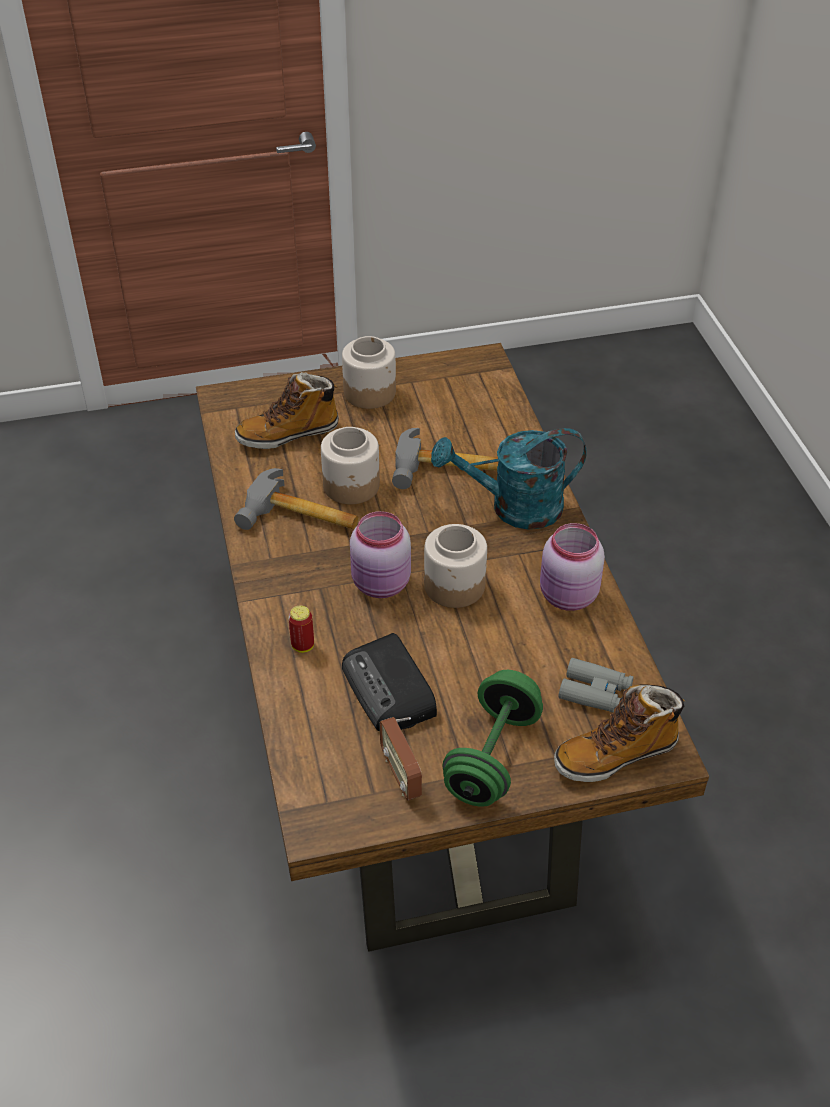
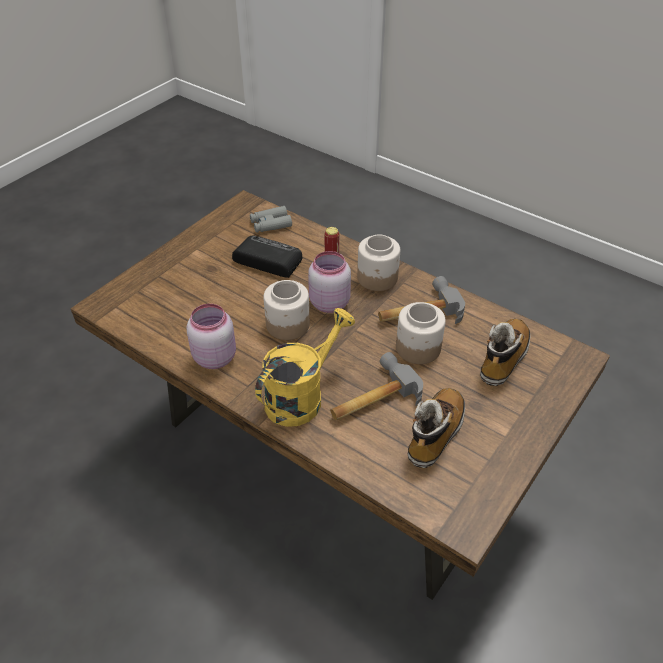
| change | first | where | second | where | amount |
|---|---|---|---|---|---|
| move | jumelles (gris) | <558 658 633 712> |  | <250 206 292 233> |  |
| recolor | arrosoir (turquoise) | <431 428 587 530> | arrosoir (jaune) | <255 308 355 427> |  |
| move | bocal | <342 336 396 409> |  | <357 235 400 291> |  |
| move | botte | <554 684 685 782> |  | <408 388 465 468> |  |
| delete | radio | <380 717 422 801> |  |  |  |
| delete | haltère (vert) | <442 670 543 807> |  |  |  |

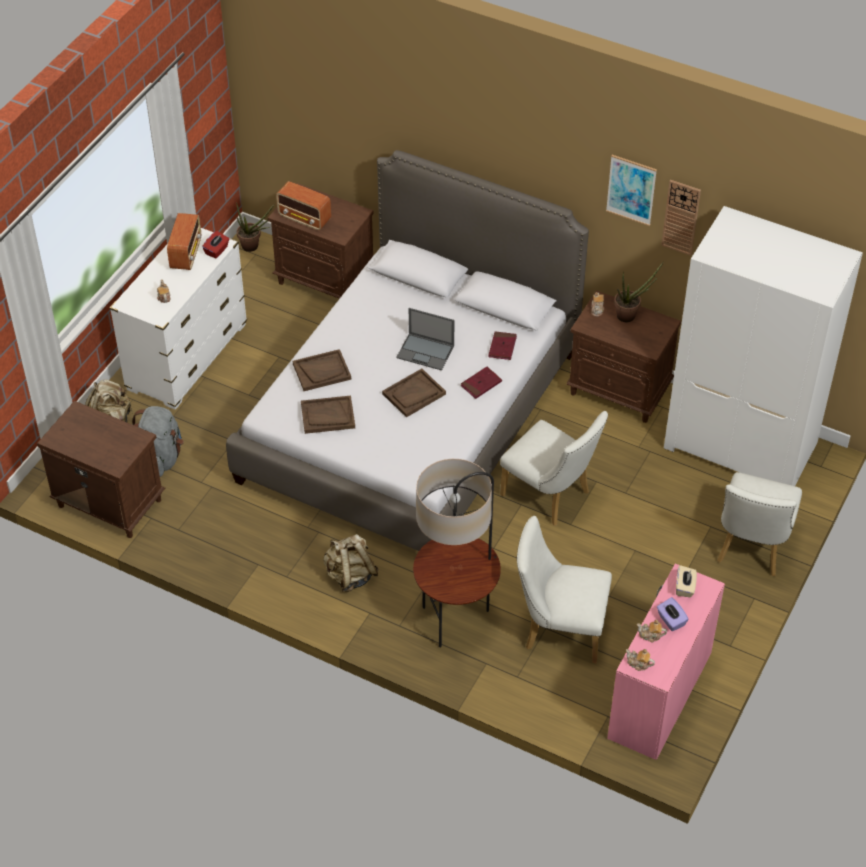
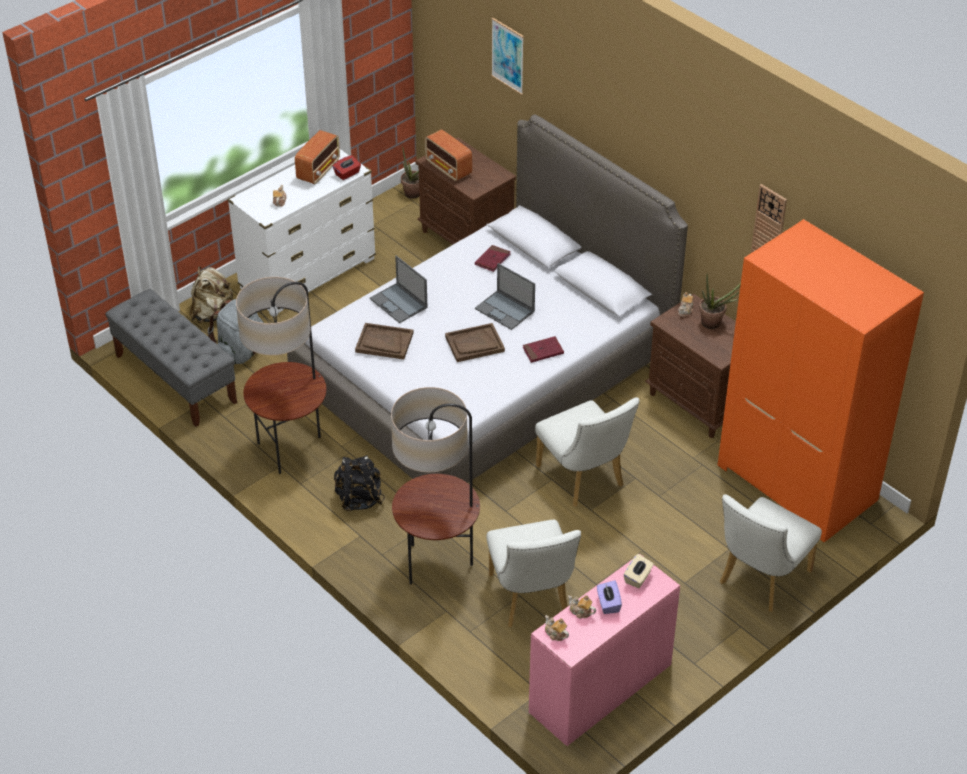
| change | first | where | second | where | amount |
|---|---|---|---|---|---|
| replace | table de chevet (marron) | <37 401 165 538> | banc (gris) | <105 289 237 427> |  |
| insert |  |  | lampadaire | <236 277 327 474> |  |
| recolor | sac à dos (beige) | <323 534 378 592> | sac à dos (noir) | <334 455 385 511> |  |
| replace | plateau (marron) | <293 349 351 391> | ordinateur portable | <370 256 428 323> |  |
| move | livre (rouge) | <488 331 517 360> |  | <475 245 511 272> |  |
| rotate | chaise (blanc) | <517 516 612 663> |  | <486 520 581 627> | 135 degrees counterclockwise |
| move | tableau | <606 155 657 226> |  | <491 18 524 95> |  |
| recolor | armoire (blanc) | <664 206 863 486> | armoire (orange) | <718 219 924 542> |  |

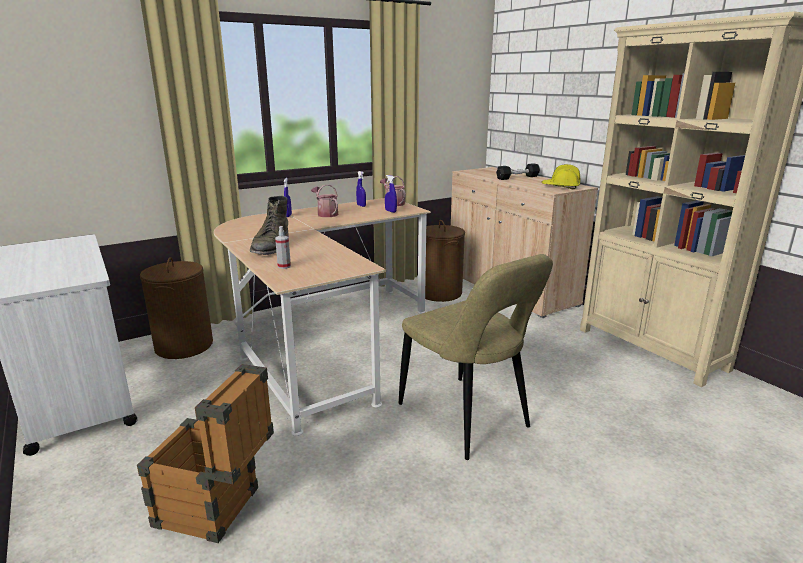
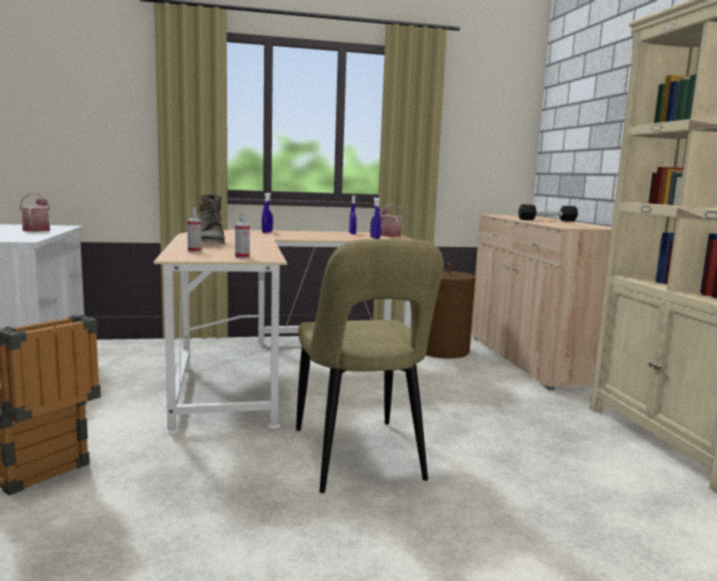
| change | first | where | second | where | amount |
|---|---|---|---|---|---|
| move | arrosoir | <311 184 338 217> |  | <19 194 50 232> |  |
| rotate | botte (vert) | <250 196 288 255> |  | <198 195 225 244> | 45 degrees counterclockwise |
| insert |  |  | vaporisateur | <235 212 250 259> |  |
| delete | panier à linge (marron) | <140 257 213 359> |  |  |  |
| delete | casque de chantier (jaune) | <542 164 580 190> |  |  |  |

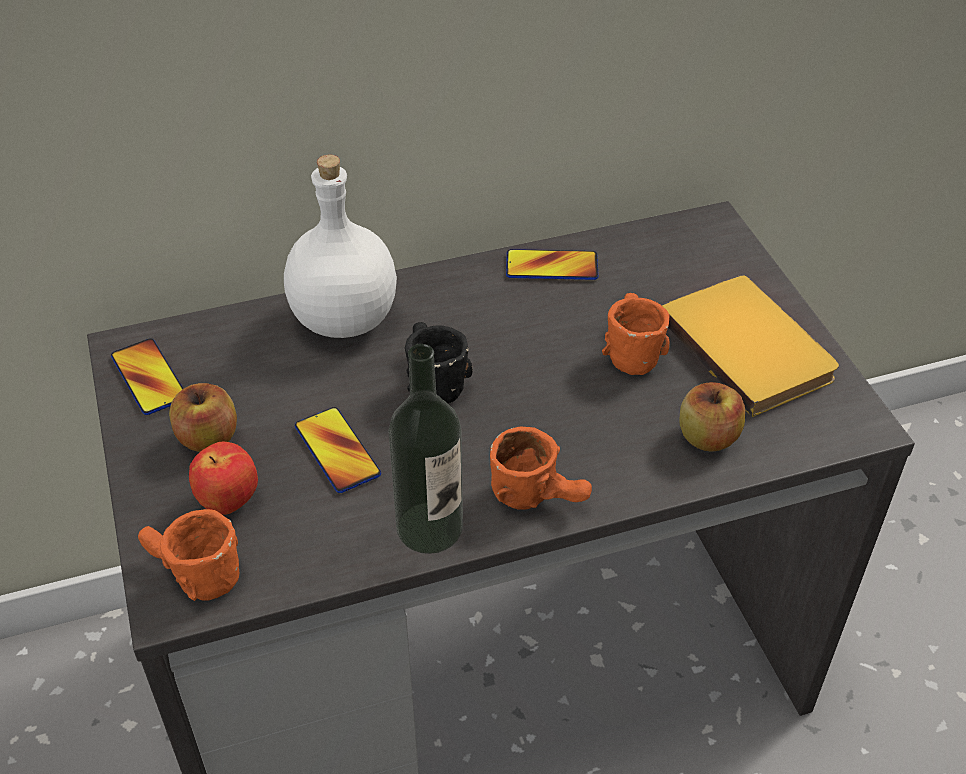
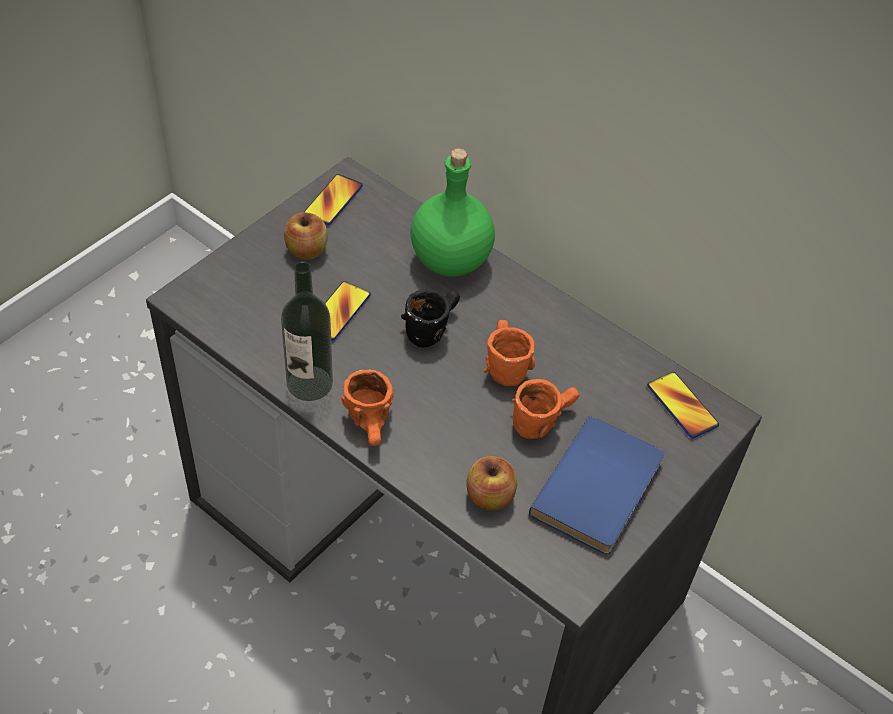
| change | first | where | second | where | amount |
|---|---|---|---|---|---|
| recolor | bouteille (blanc) | <284 155 397 338> | bouteille (vert) | <410 148 495 277> |  |
| move | mug (orange) | <138 509 239 601> |  | <484 320 535 386> |  |
| recolor | livre (jaune) | <661 275 839 417> | livre (bleu) | <529 415 664 554> |  |
| move | téléphone | <506 249 598 280> |  | <647 372 719 438> |  |
| delete | pomme | <189 442 258 515> |  |  |  |

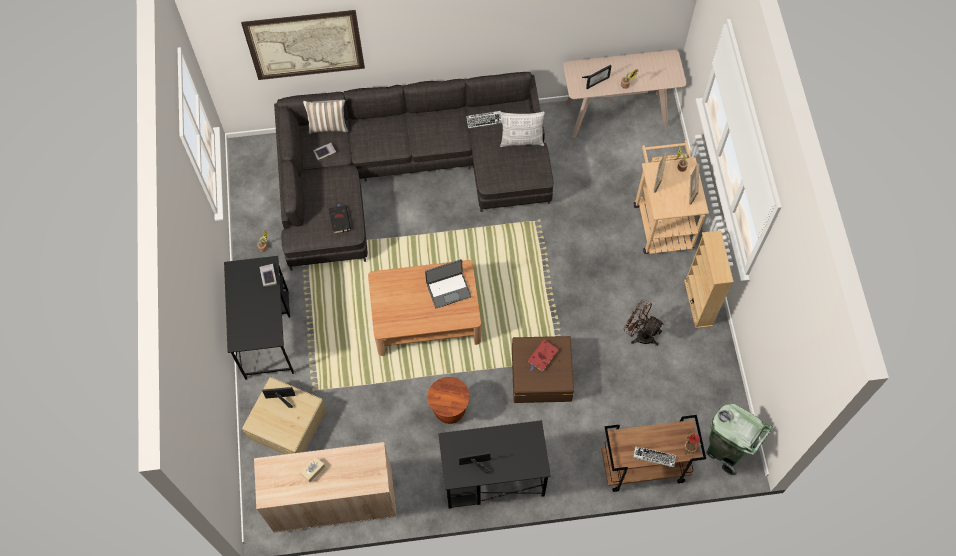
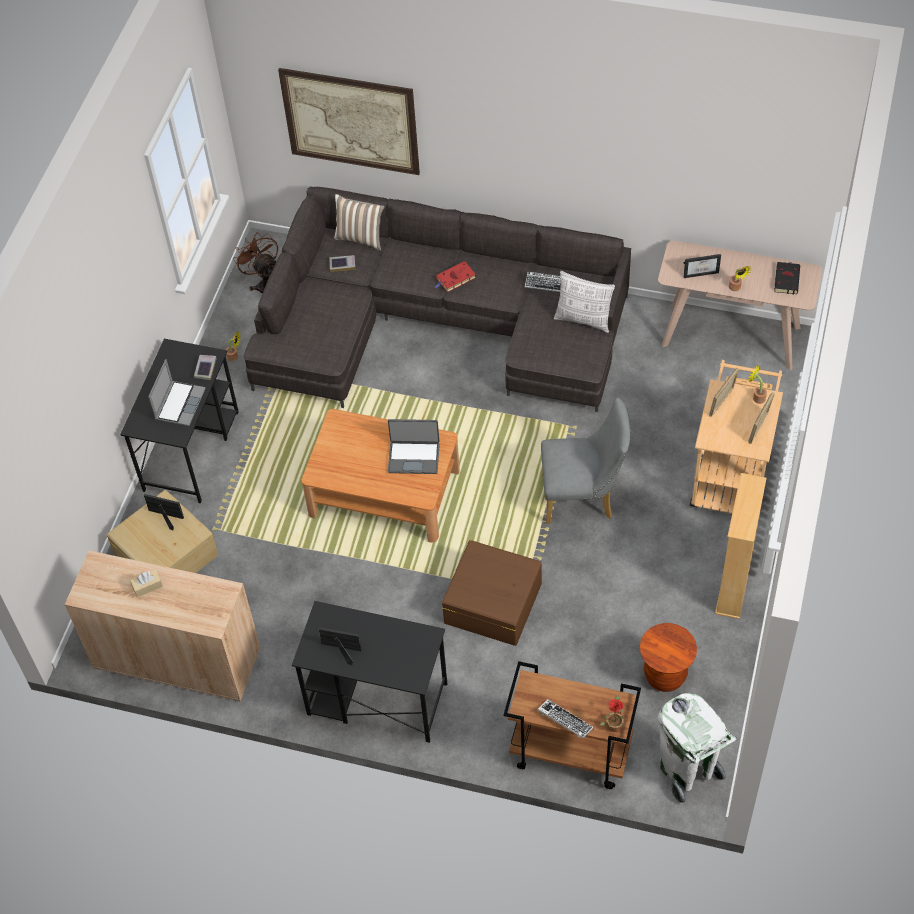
| change | first | where | second | where | amount |
|---|---|---|---|---|---|
| insert |  |  | ordinateur portable | <148 359 206 426> |  |
| move | ventilateur (marron) | <624 299 664 346> |  | <233 232 278 294> |  |
| move | livre (rouge) | <527 339 558 372> |  | <434 261 476 292> |  |
| insert |  |  | chaise (gris) | <541 398 630 524> |  |
| move | tabouret (marron) | <427 377 470 424> |  | <640 623 697 692> |  |
| recolor | poubelle (vert) | <706 404 773 476> | poubelle (blanc) | <658 693 737 804> |  |
| move | livre (noir) | <329 204 351 234> |  | <774 262 800 294> |  |

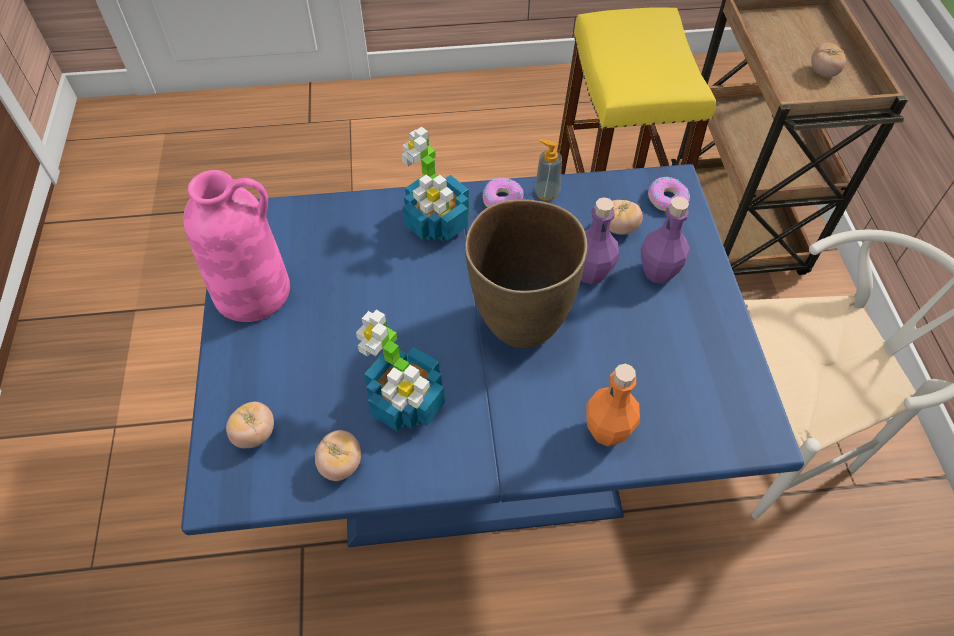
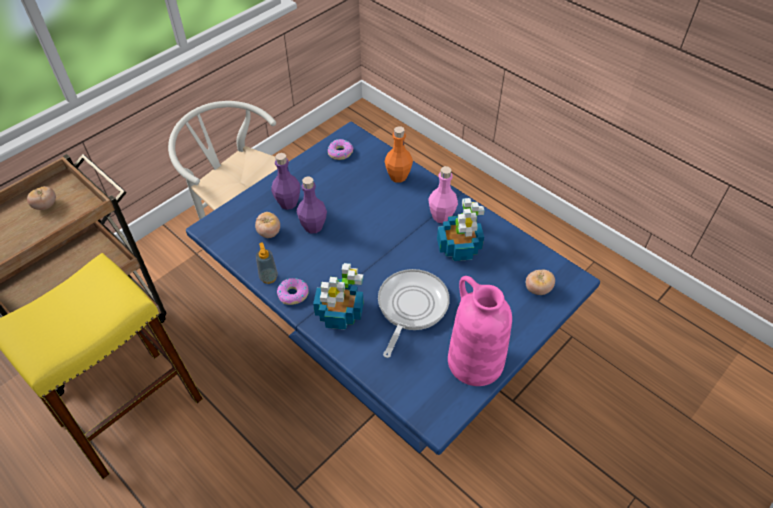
| change | first | where | second | where | amount |
|---|---|---|---|---|---|
| move | beignet | <648 177 690 211> |  | <328 139 354 160> |  |
| insert |  |  | poêle | <378 269 450 358> |  |
| insert |  |  | bouteille (rose) | <428 166 458 223> |  |
| delete | tomate | <315 430 361 481> |  |  |  |
| delete | vase (marron) | <465 199 587 348> |  |  |  |

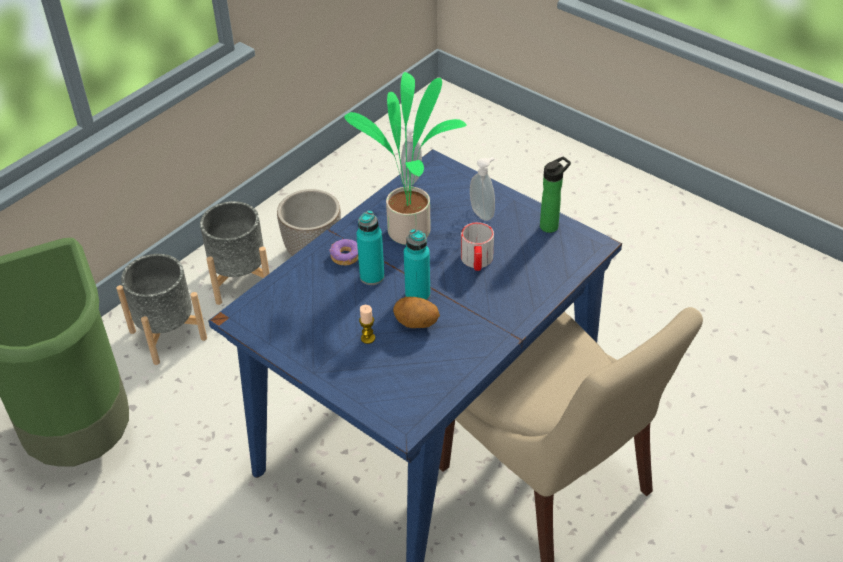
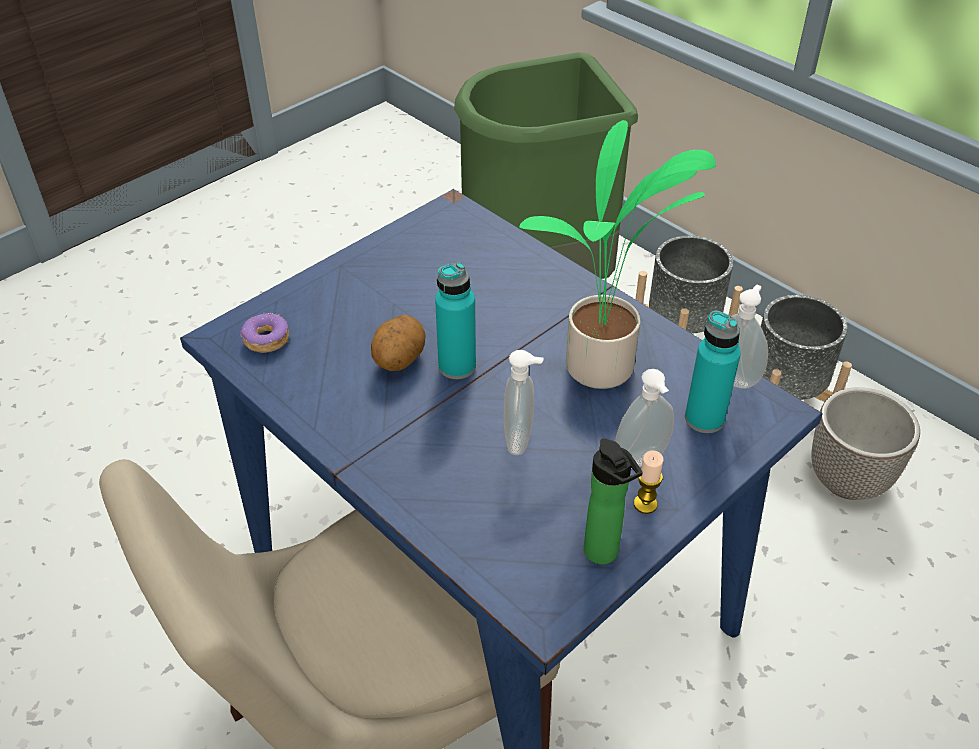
| change | first | where | second | where | amount |
|---|---|---|---|---|---|
| move | beignet | <330 239 358 265> |  | <240 312 289 353> |  |
| replace | mug | <461 222 494 271> | distributeur de savon | <504 350 543 455> |  |
| move | bougie | <359 305 375 344> |  | <634 450 663 514> |  |
| move | bouteille (turquoise) | <356 210 385 285> |  | <685 311 741 433> |  |

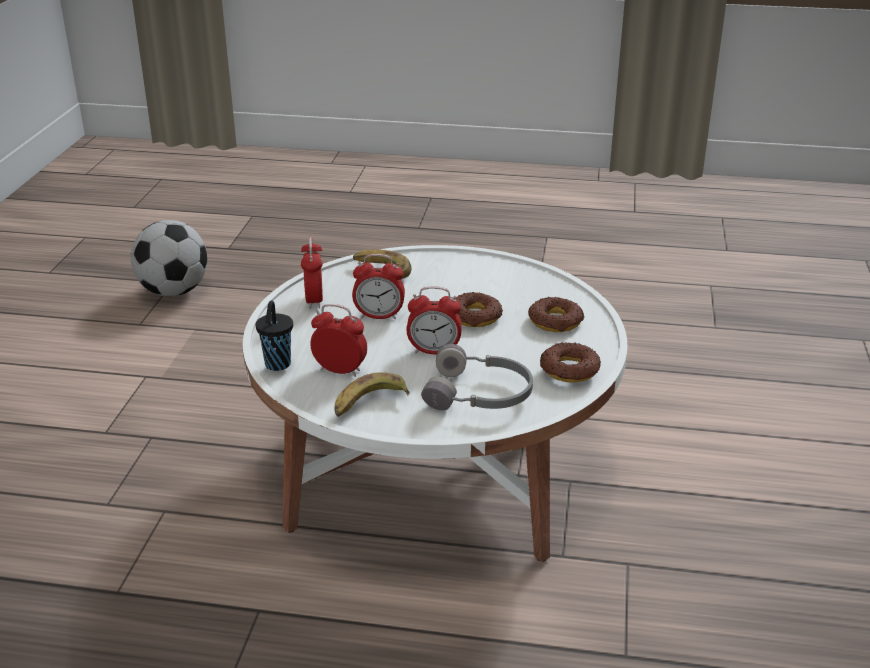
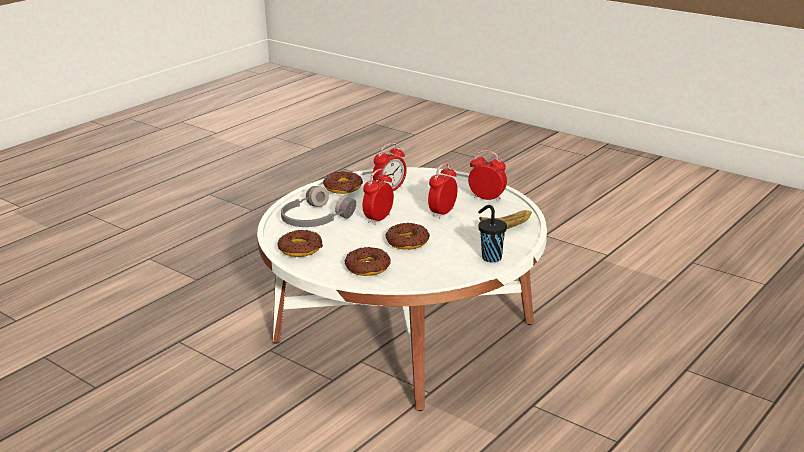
| change | first | where | second | where | amount |
|---|---|---|---|---|---|
| replace | banane | <334 372 409 417> | beignet | <323 171 363 194> |  |
| move | tasse (noir) | <255 300 293 371> |  | <478 205 507 262> |  |
| delete | ballon de foot | <131 220 207 296> |  |  |  |

